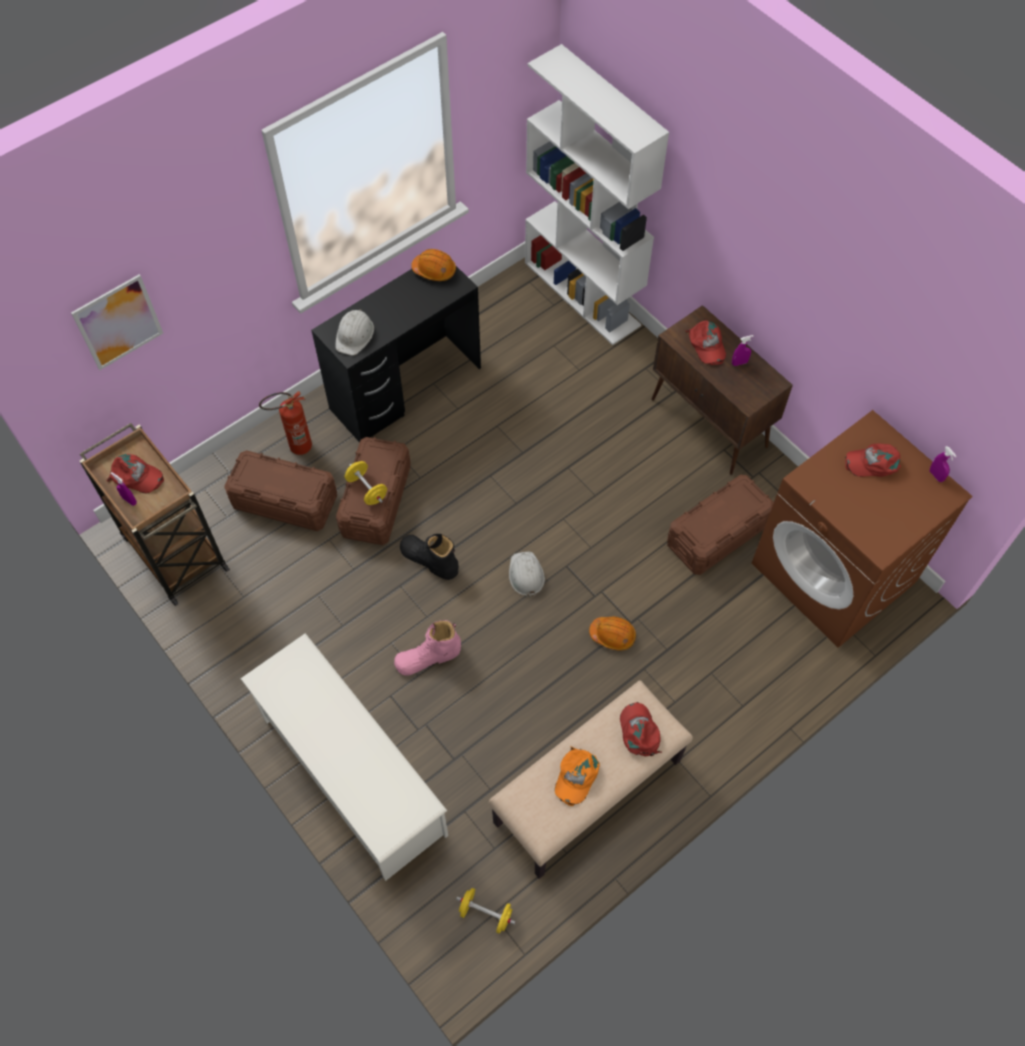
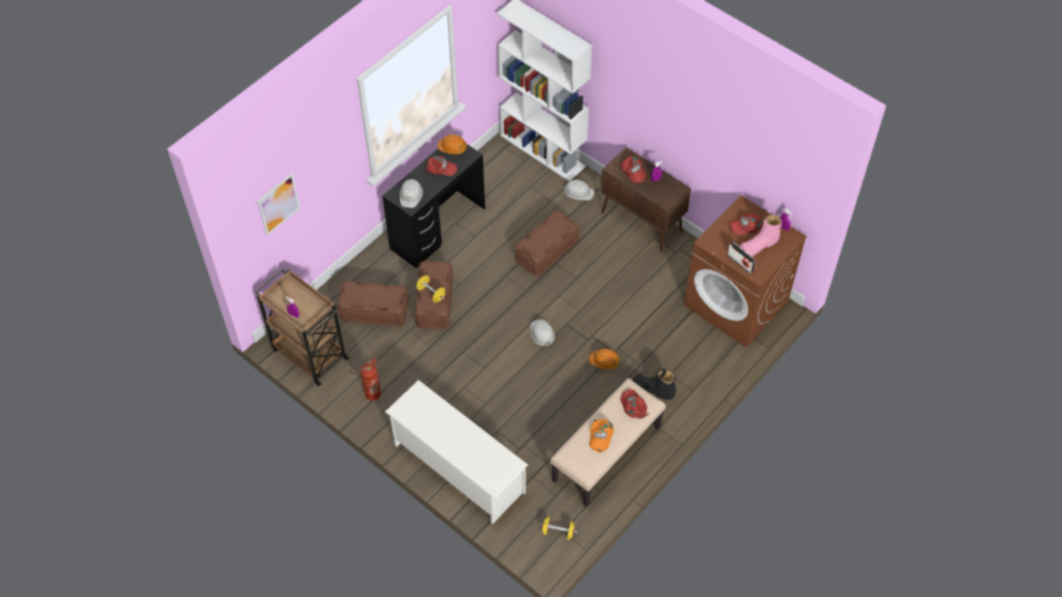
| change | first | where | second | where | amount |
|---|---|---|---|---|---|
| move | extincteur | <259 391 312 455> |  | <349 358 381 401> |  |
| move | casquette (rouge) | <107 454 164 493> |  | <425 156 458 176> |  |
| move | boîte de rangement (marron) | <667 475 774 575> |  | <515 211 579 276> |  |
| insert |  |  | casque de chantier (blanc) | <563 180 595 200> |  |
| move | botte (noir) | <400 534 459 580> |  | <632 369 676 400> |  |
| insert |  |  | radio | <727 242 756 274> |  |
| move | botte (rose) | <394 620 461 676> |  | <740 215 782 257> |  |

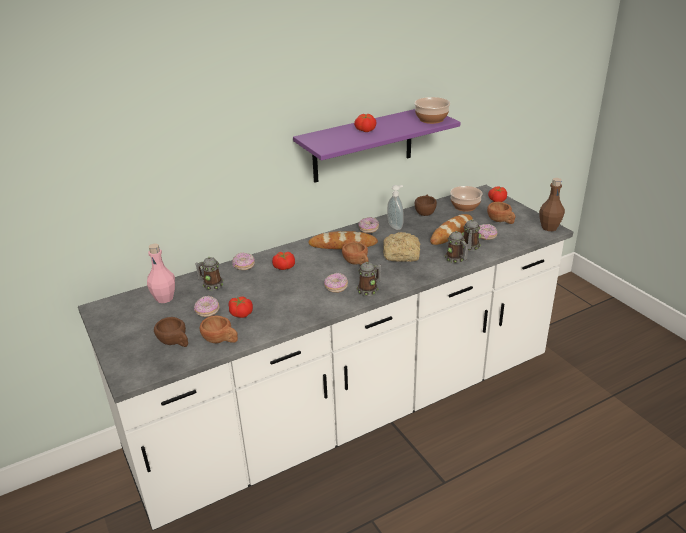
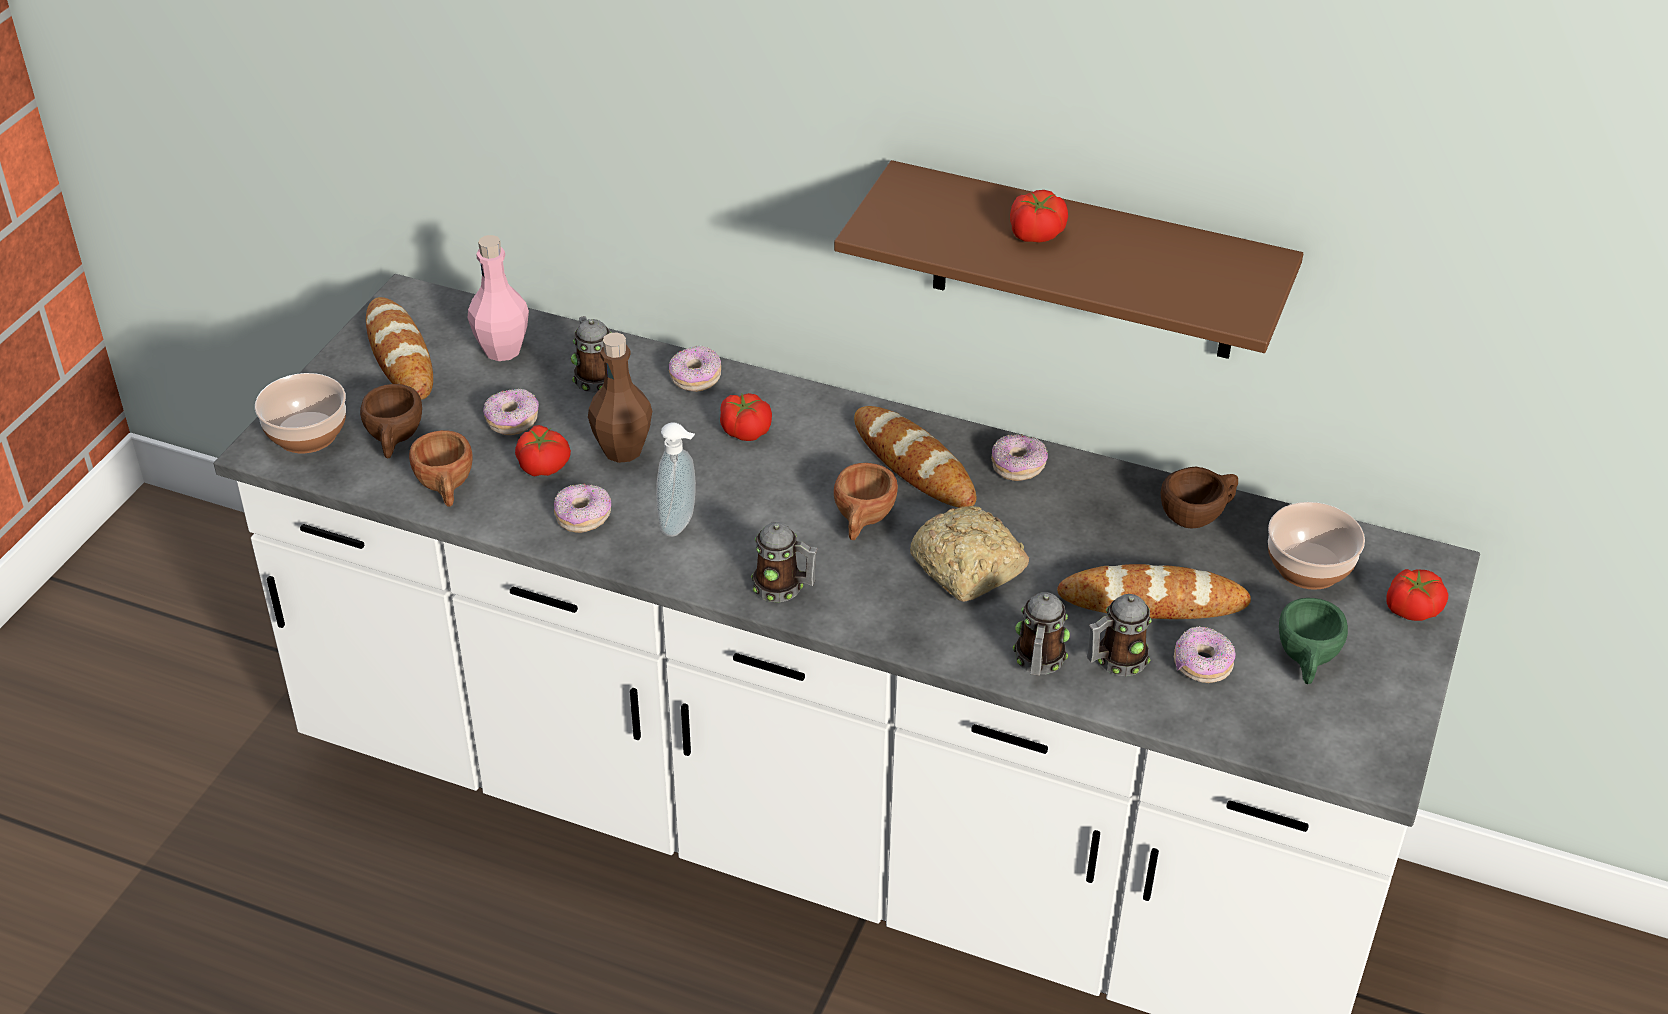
| change | first | where | second | where | amount |
|---|---|---|---|---|---|
| move | bol | <414 97 450 124> |  | <255 373 346 453> |  |
| insert |  |  | pain | <366 297 433 400> |  |
| move | beignet | <324 273 348 293> |  | <554 484 611 533> |  |
| move | bouteille (marron) | <539 178 565 231> |  | <588 332 652 463> |  |
| move | distributeur de savon | <387 185 404 230> |  | <656 422 696 537> |  |
| recolor | étagère (violet) | <293 109 461 183> | étagère (marron) | <834 160 1303 359> |  |
| recolor | tasse (marron) | <487 202 515 224> | tasse (vert) | <1279 598 1348 684> |  |

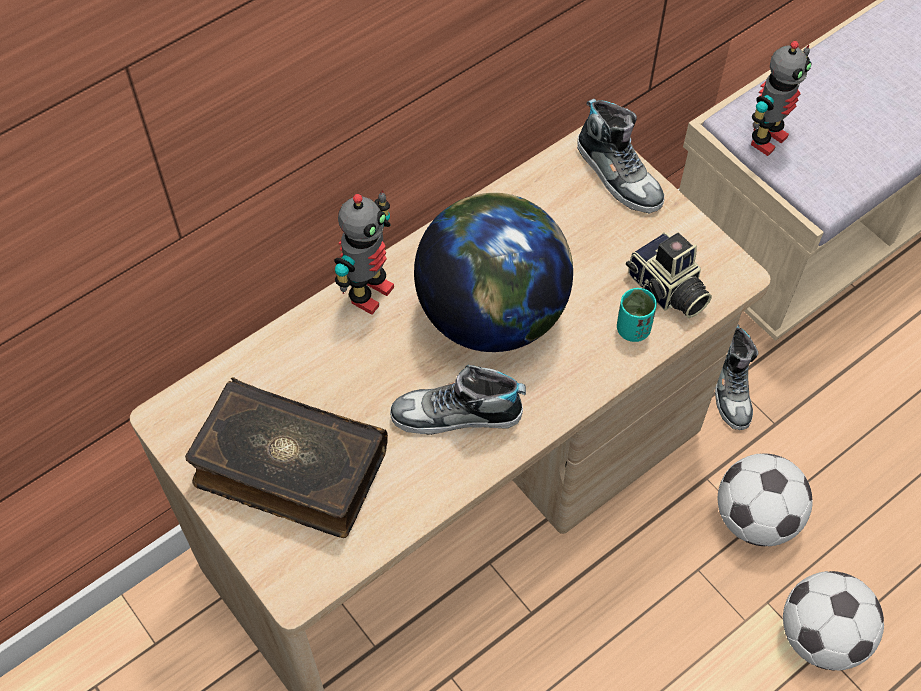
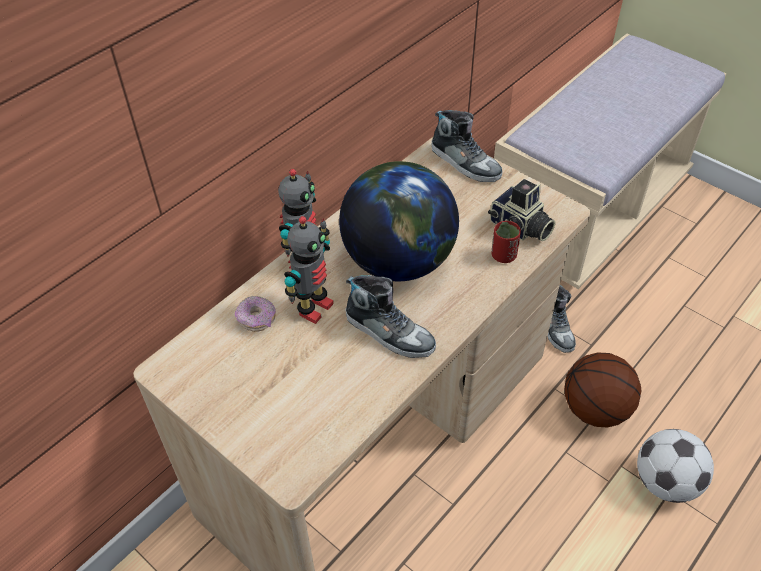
| change | first | where | second | where | amount |
|---|---|---|---|---|---|
| insert |  |  | beignet | <235 296 276 332> |  |
| move | robot jouet | <751 41 811 156> |  | <284 216 334 324> |  |
| rotate | chaussure | <390 365 526 435> |  | <345 275 436 358> | 135 degrees counterclockwise |
| recolor | tasse (turquoise) | <617 288 657 342> | tasse (rouge) | <492 221 521 263> |  |
| replace | ballon de foot | <717 453 813 546> | ballon de basket | <564 352 642 427> |  |
| delete | livre | <185 377 388 538> |  |  |  |

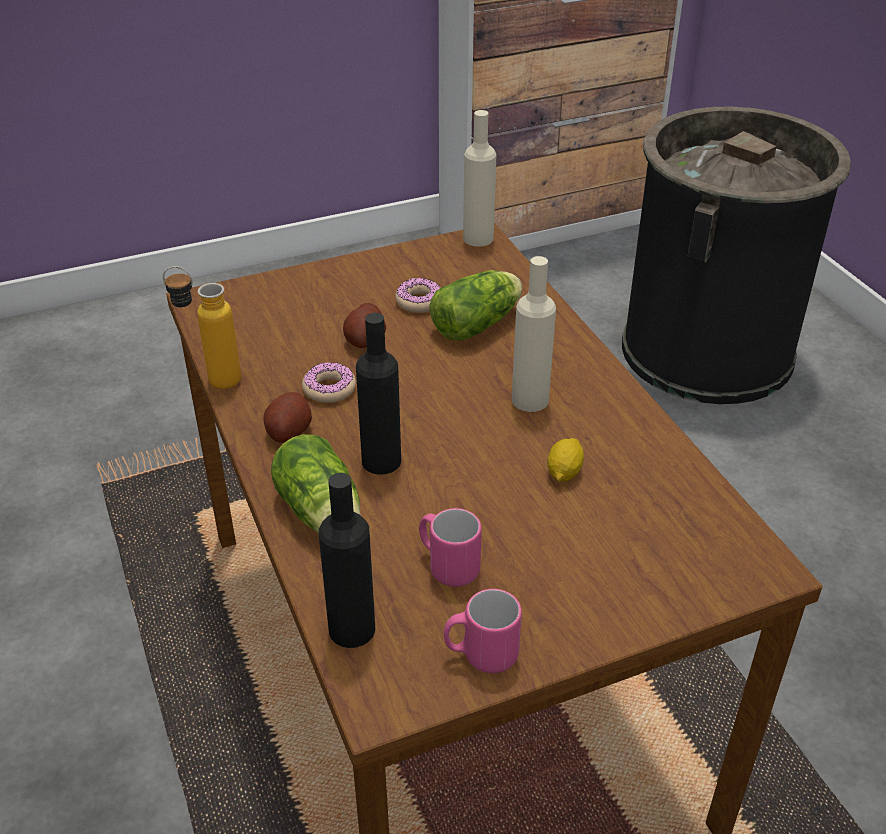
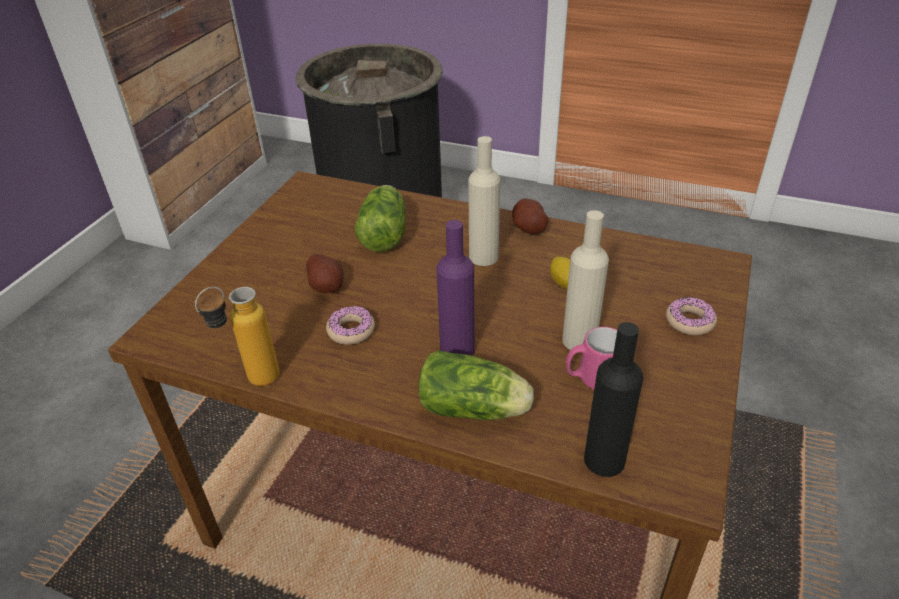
| change | first | where | second | where | amount |
|---|---|---|---|---|---|
| recolor | bouteille (noir) | <356 313 401 475> | bouteille (violet) | <436 220 474 356> |  |
| move | pomme de terre | <263 392 312 443> |  | <512 198 548 234> |  |
| move | bouteille (beige) | <463 110 496 247> |  | <562 210 609 353> |  |
| move | beignet | <395 278 440 313> |  | <666 296 717 335> |  |
| delete | mug (rose) | <444 589 522 673> |  |  |  |

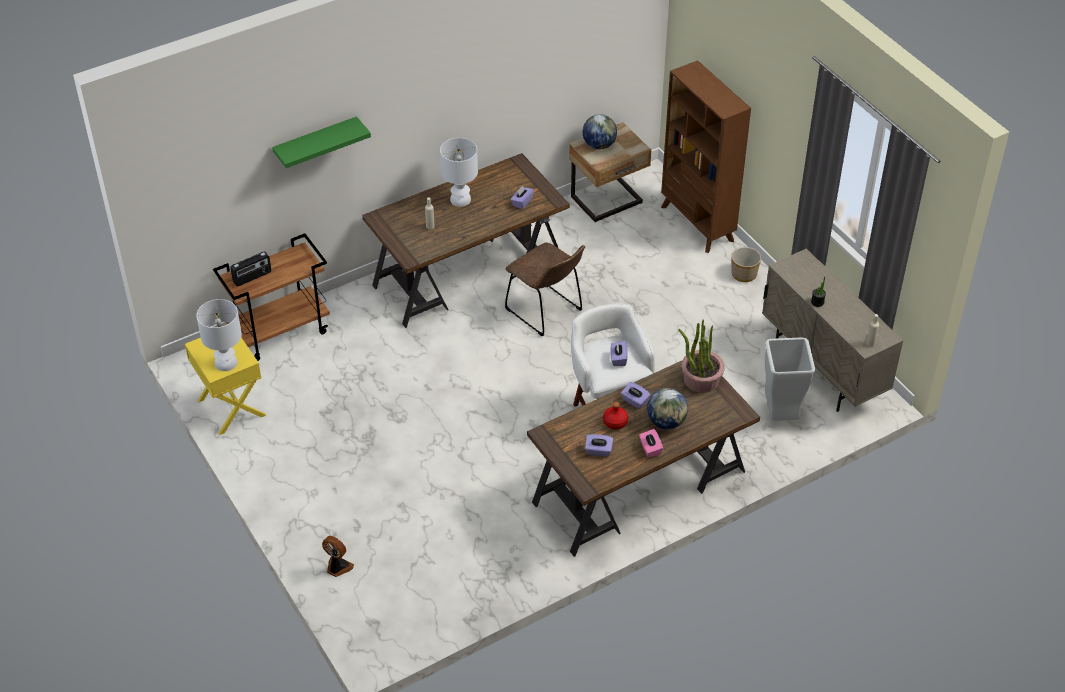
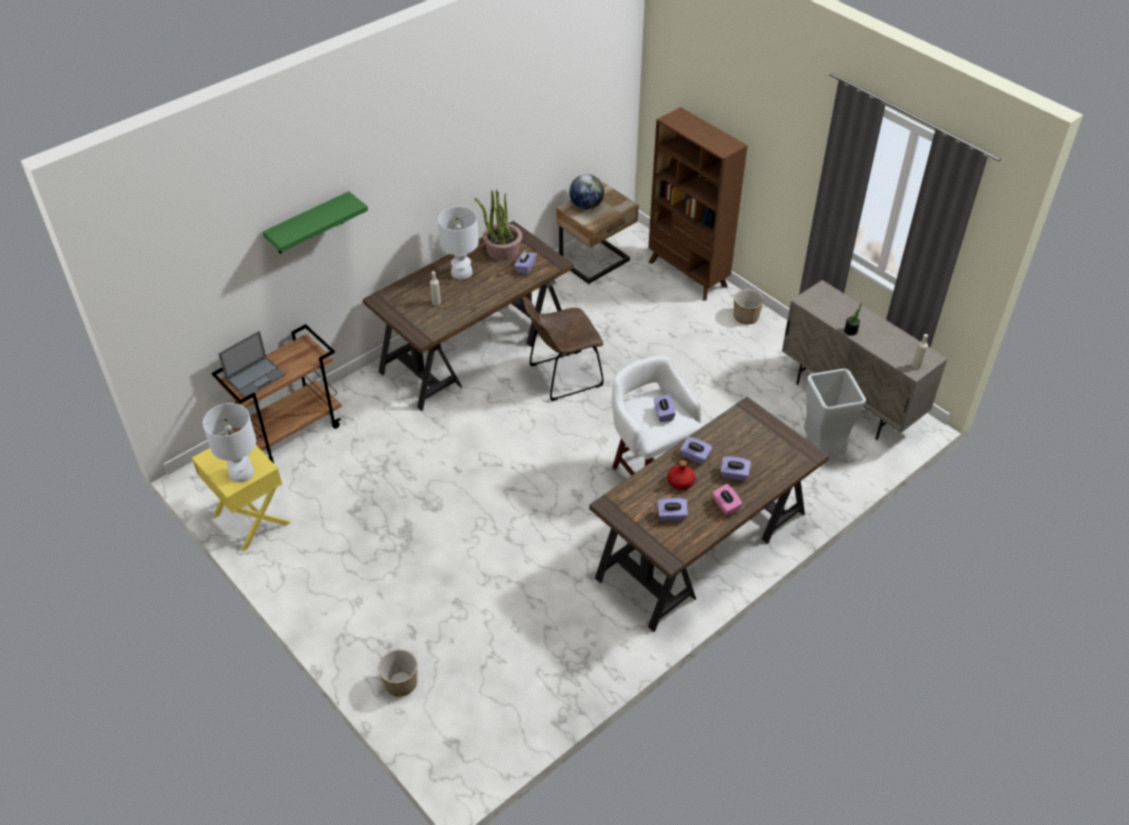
| change | first | where | second | where | amount |
|---|---|---|---|---|---|
| replace | radio | <230 251 271 287> | ordinateur portable | <218 331 286 397> |  |
| replace | ventilateur | <322 536 354 577> | cache-pot | <378 649 417 697> |  |
| move | plante en pot | <679 319 725 393> |  | <475 189 522 261> |  |
| rotate | chaise (marron) | <505 243 585 337> |  | <522 296 604 401> | 120 degrees clockwise |
| replace | globe | <647 388 688 429> | boîte à mouchoirs (violet) | <721 456 751 481> |  |

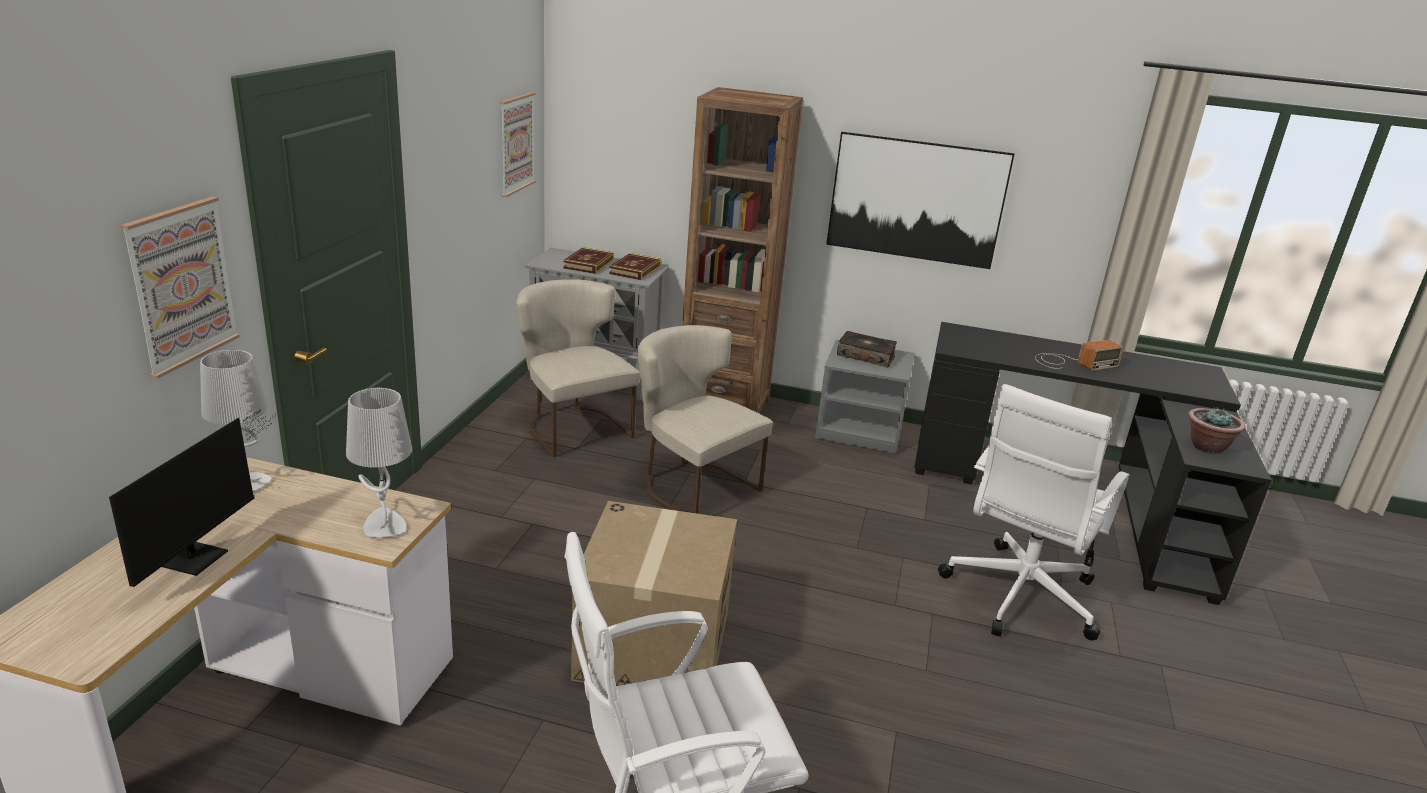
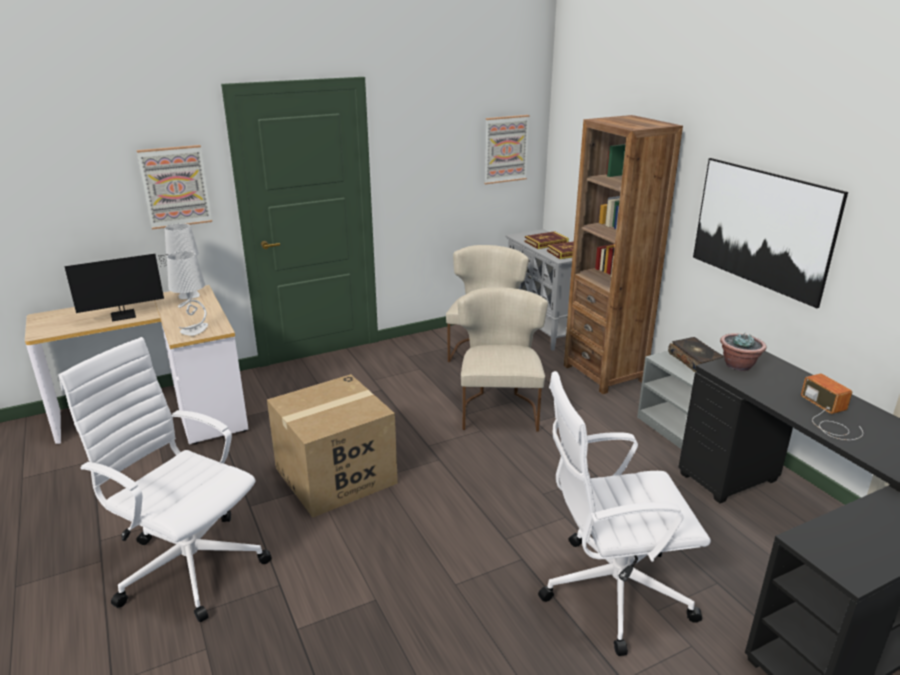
| change | first | where | second | where | amount |
|---|---|---|---|---|---|
| move | plante en pot | <1188 407 1245 454> |  | <720 333 766 371> |  |
| rotate | radio | <1035 340 1124 371> |  | <801 373 863 440> | 135 degrees counterclockwise |

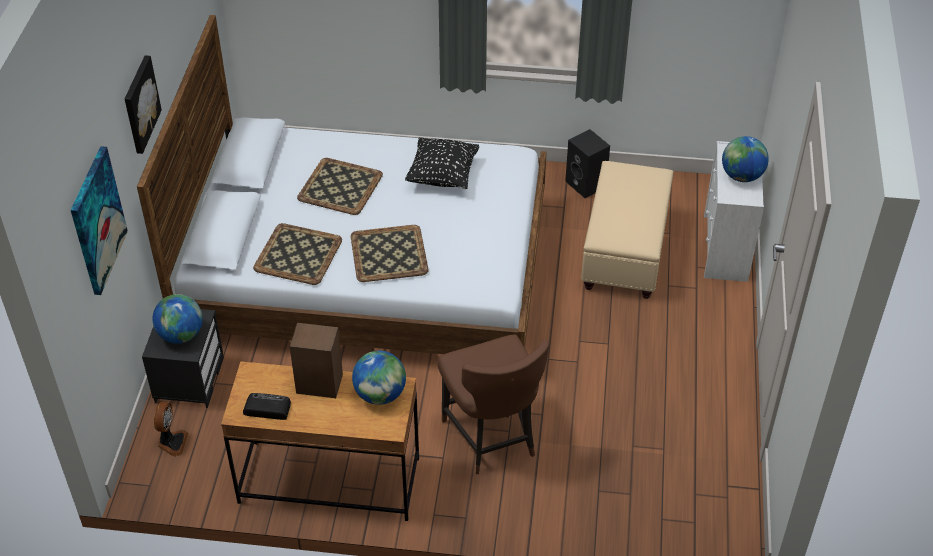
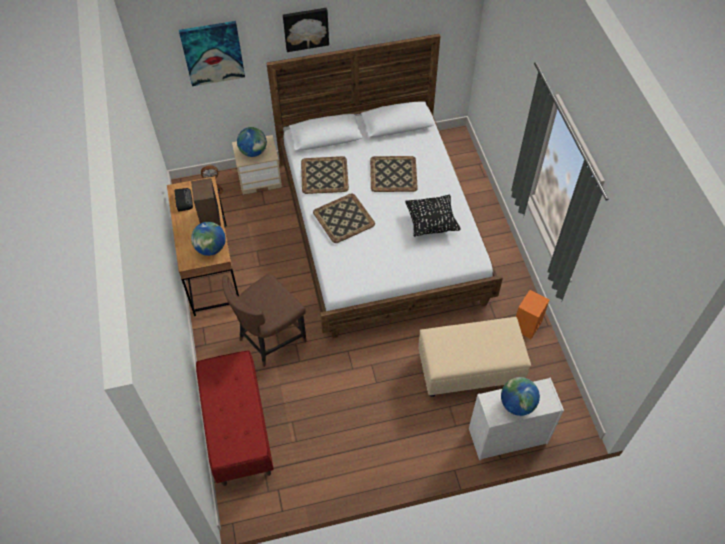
| change | first | where | second | where | amount |
|---|---|---|---|---|---|
| insert |  |  | banc (rouge) | <196 350 274 486> |  |
| recolor | table de chevet (noir) | <142 309 224 408> | table de chevet (beige) | <232 135 282 195> |  |
| recolor | enceinte (noir) | <565 129 610 198> | enceinte (orange) | <516 290 549 339> |  |

